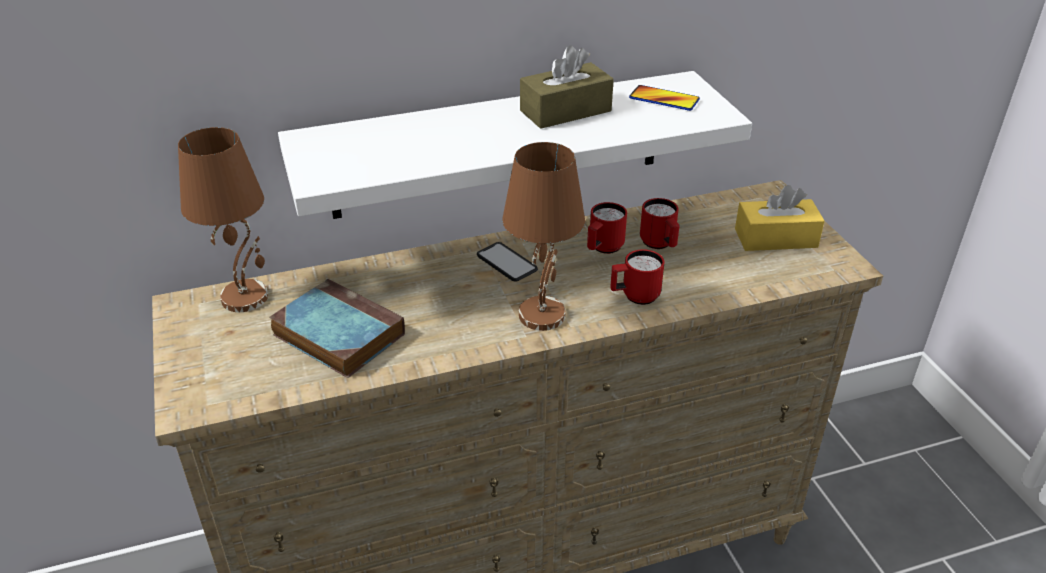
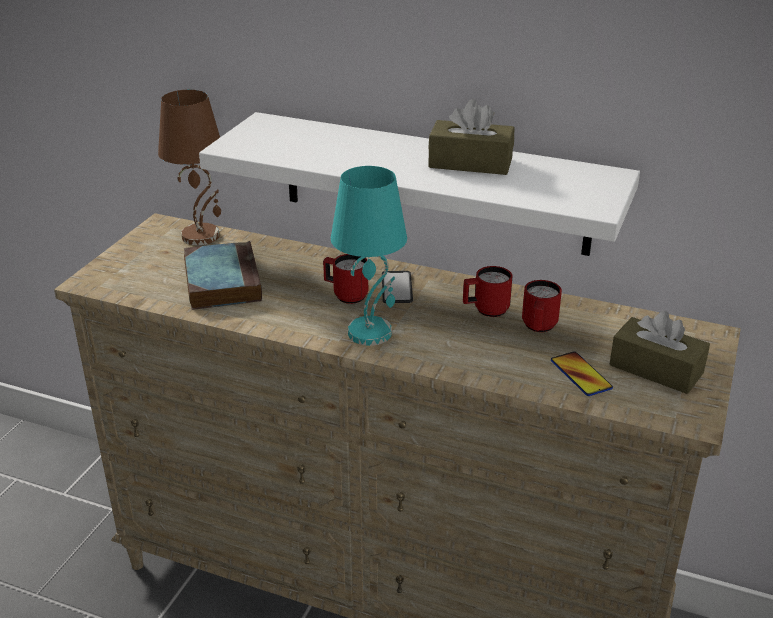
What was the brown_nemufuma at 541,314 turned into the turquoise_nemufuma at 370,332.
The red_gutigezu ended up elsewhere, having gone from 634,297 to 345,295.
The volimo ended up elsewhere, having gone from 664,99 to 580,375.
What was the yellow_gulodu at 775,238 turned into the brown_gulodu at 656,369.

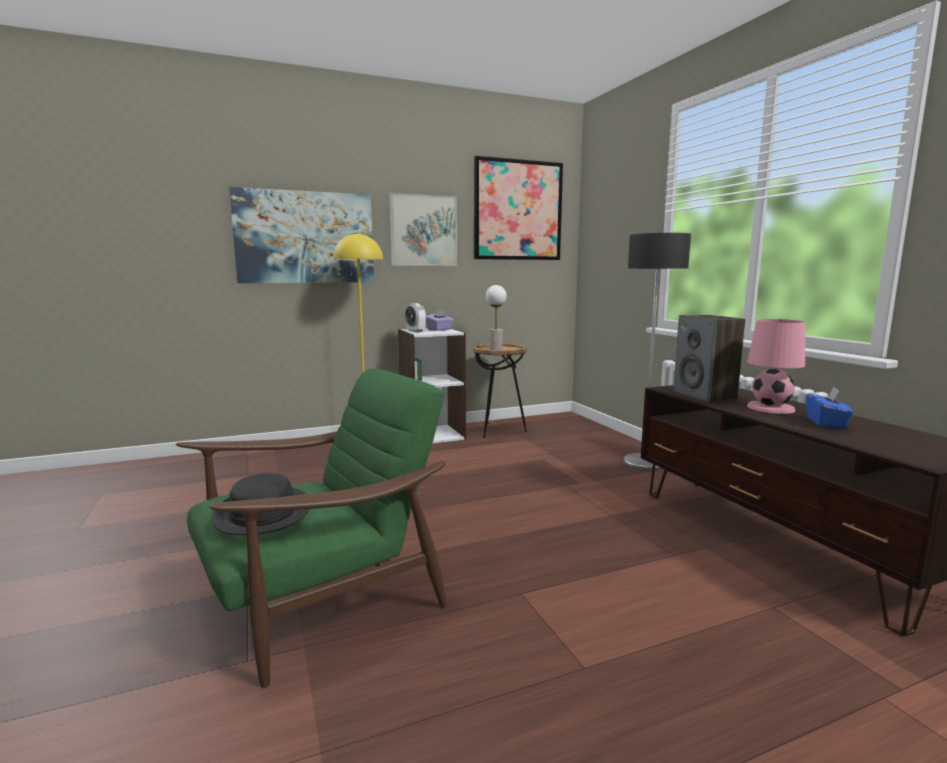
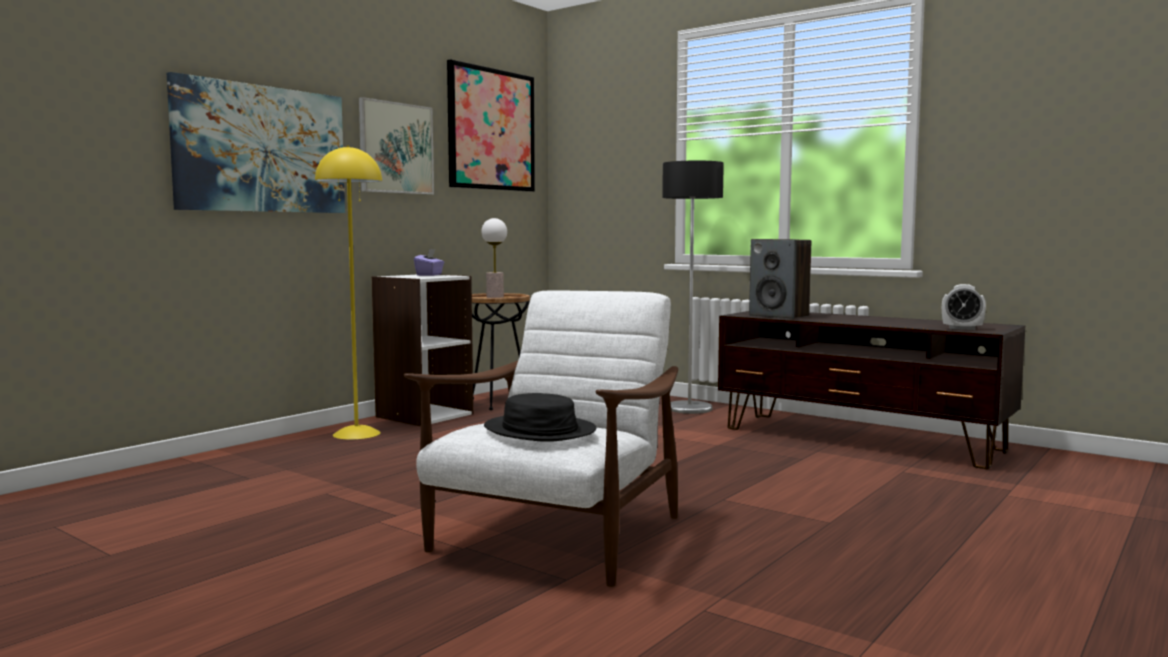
What was the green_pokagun at 321,599 turned into the white_pokagun at 556,537.
The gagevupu ended up elsewhere, having gone from 415,331 to 962,329.
The second view lost the pink_nemufuma at 770,408.
The second view lost the blue_gulodu at 826,423.

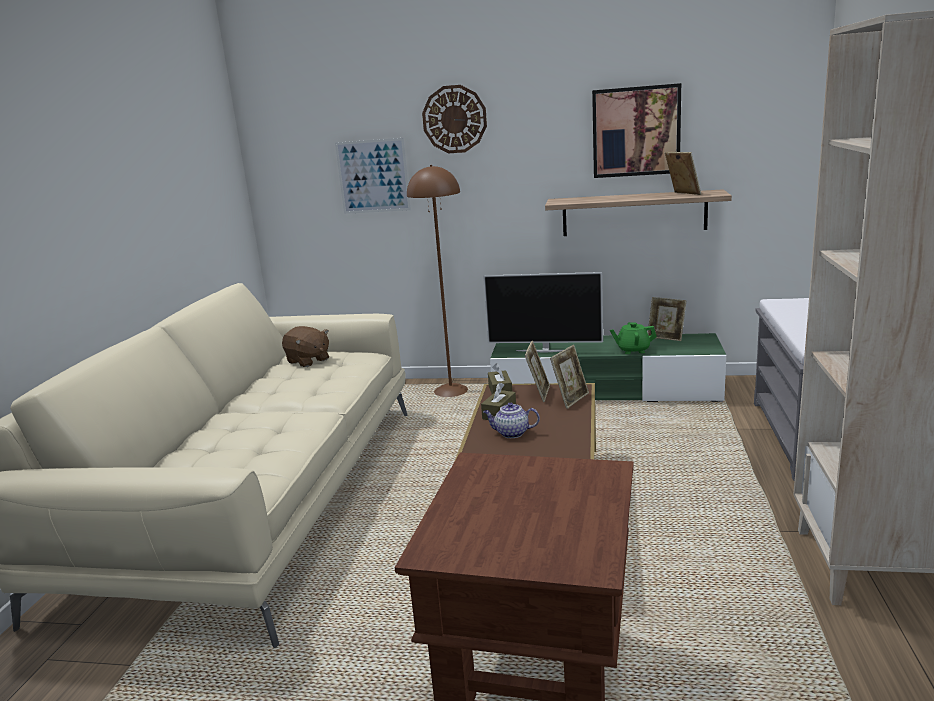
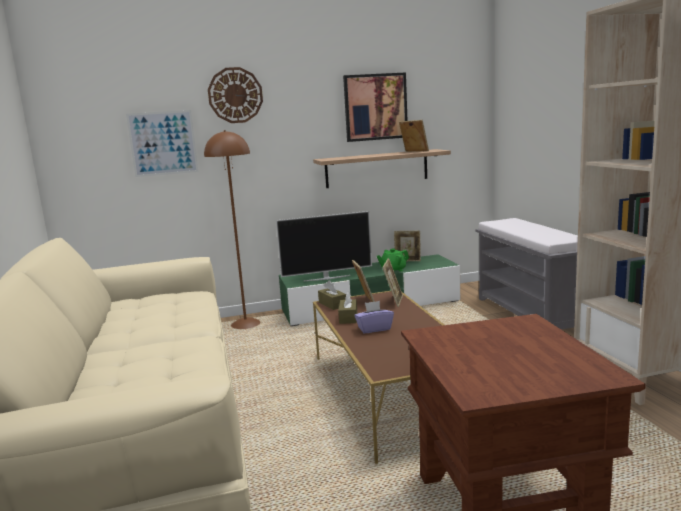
The second view lost the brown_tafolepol at 308,361.
Where the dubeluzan stood at 511,433, the purple_gulodu came to stand at 374,329.

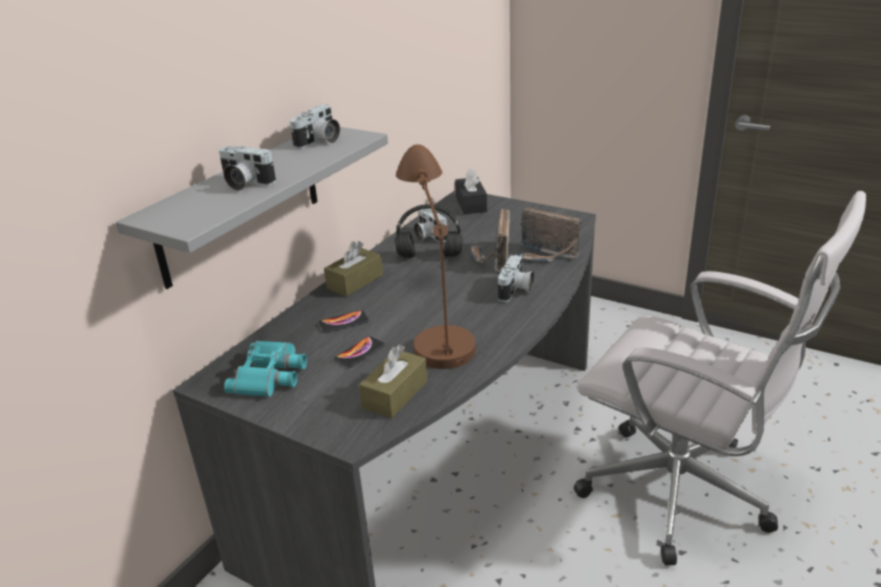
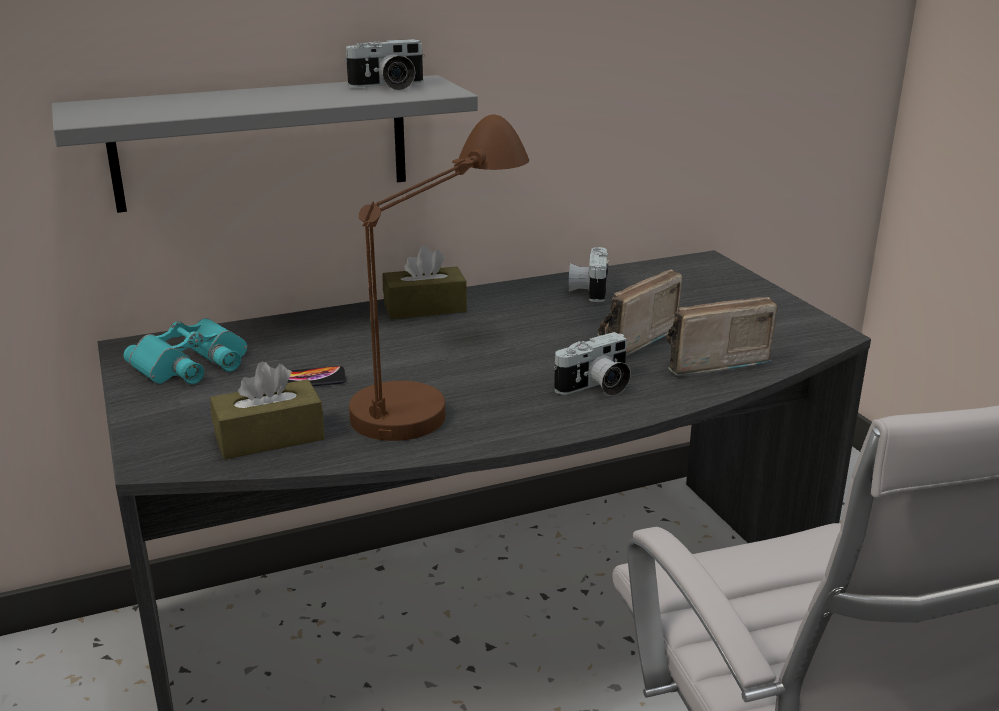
The second view lost the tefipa at 244,183.
The second view lost the volimo at 343,322.
The second view lost the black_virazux at 428,256.
The second view lost the black_gulodu at 471,204.
The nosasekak at 546,255 ended up facing another way, 90 degrees clockwise from before.

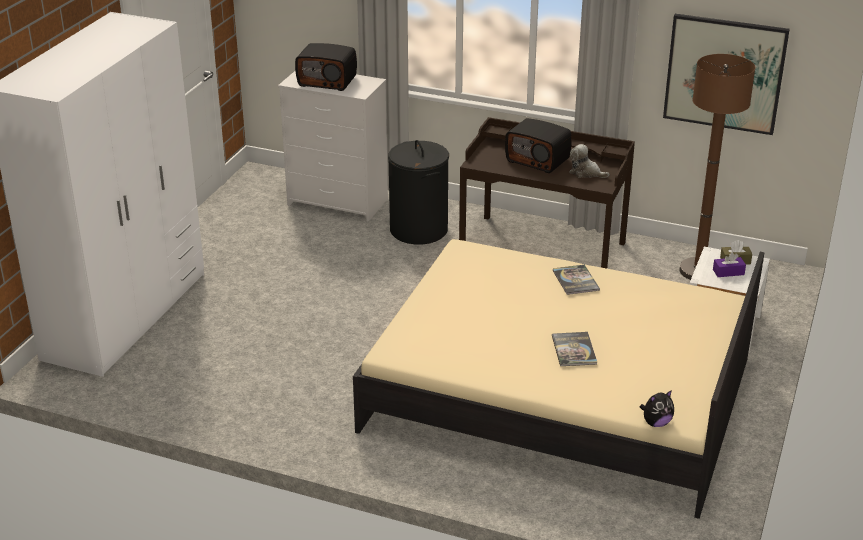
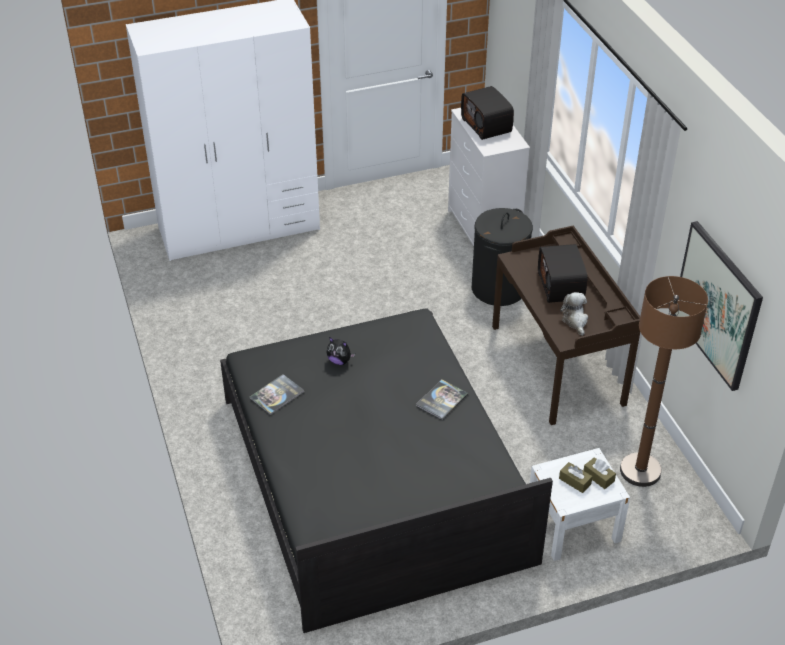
What was the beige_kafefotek at 559,395 turned into the black_kafefotek at 374,478.
The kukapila ended up elsewhere, having gone from 574,350 to 277,395.
The tafolepol ended up elsewhere, having gone from 656,423 to 339,361.
What was the purple_gulodu at 728,272 turned into the brown_gulodu at 575,481.

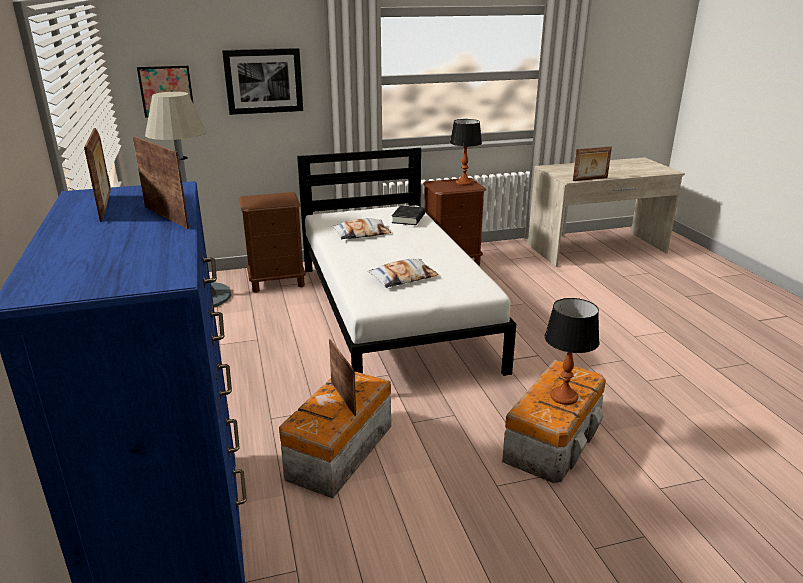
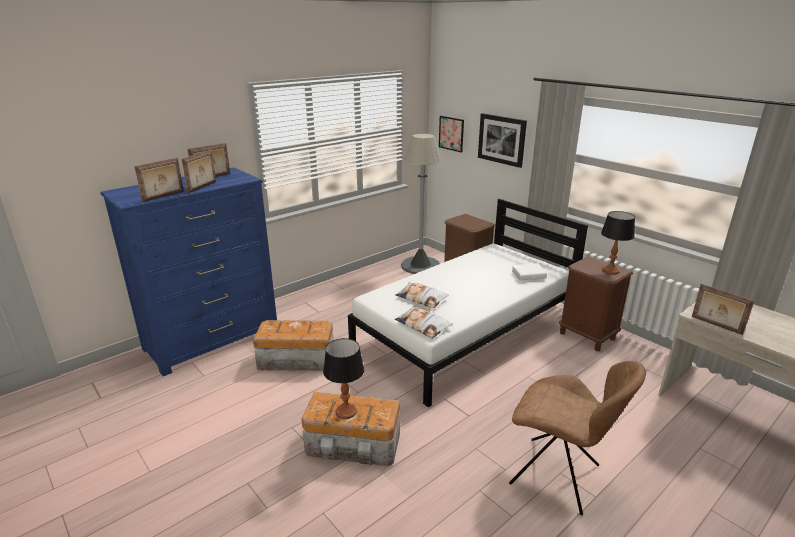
The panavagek ended up elsewhere, having gone from 344,398 to 164,196.
The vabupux ended up elsewhere, having gone from 361,234 to 423,325.
What was the black_kukapila at 408,219 turned into the white_kukapila at 528,275.
The second view gained the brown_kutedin at 558,476.

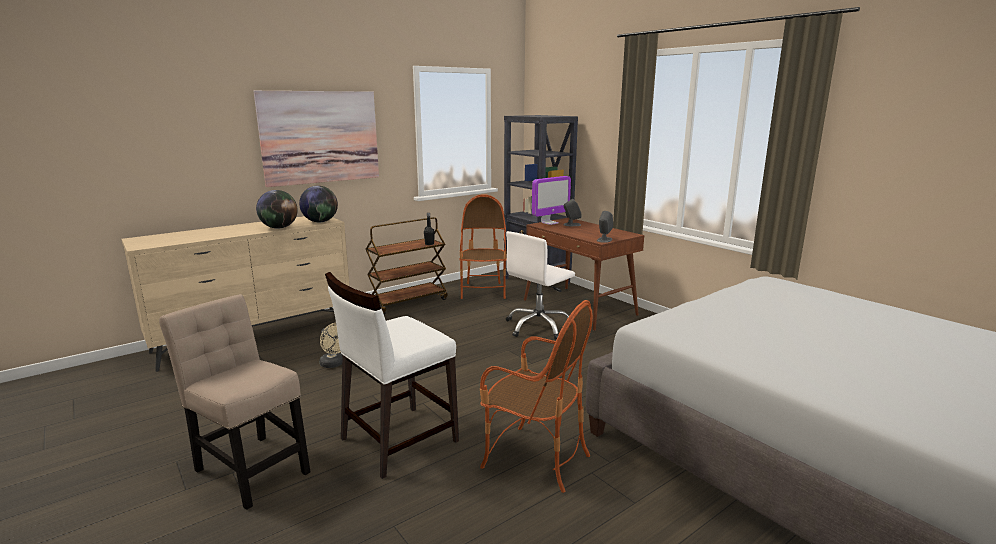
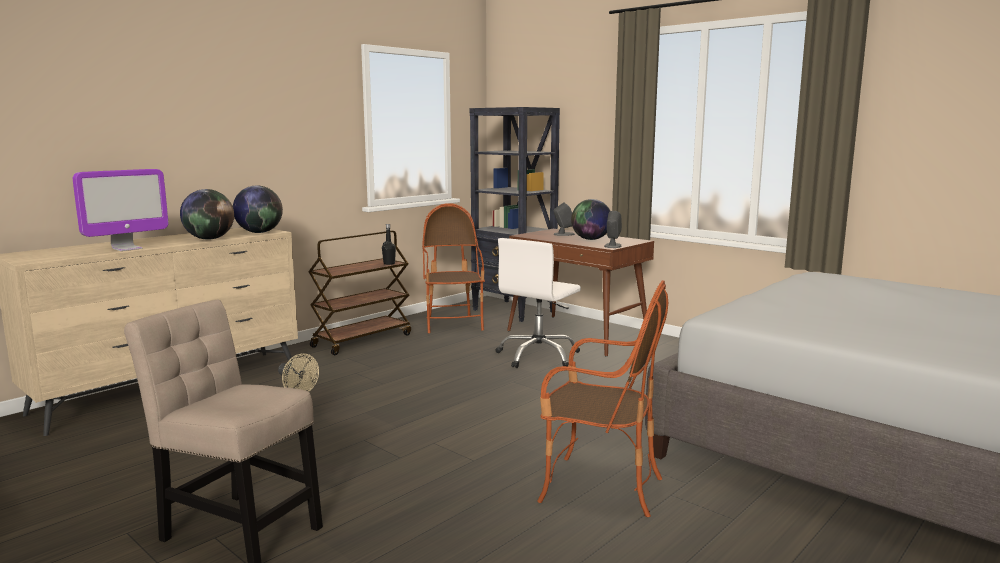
The second view lost the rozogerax at 320,137.
The second view lost the white_kutedin at 397,440.
The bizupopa ended up elsewhere, having gone from 549,223 to 127,248.
The second view gained the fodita at 591,239.

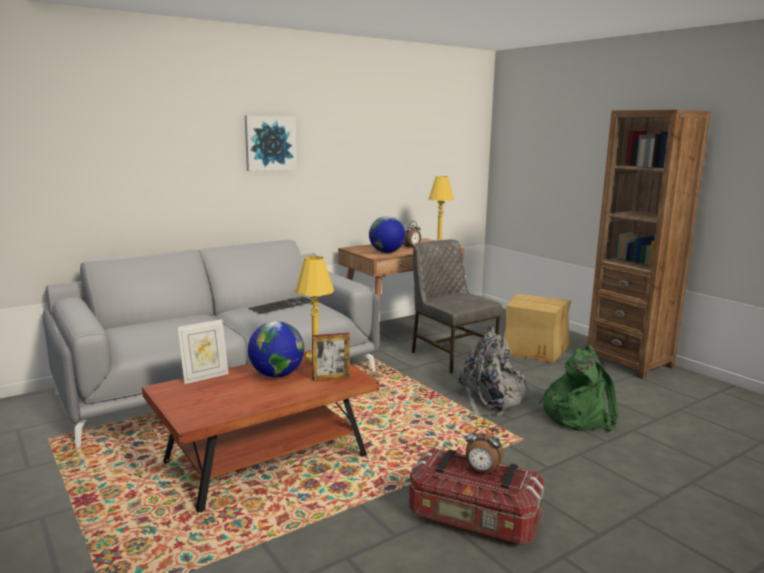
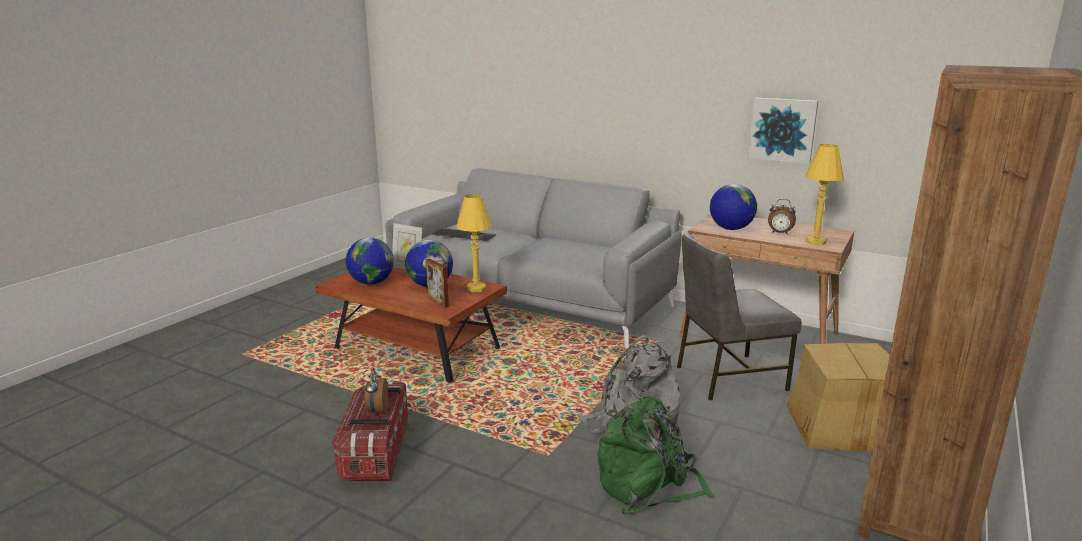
The rozogerax ended up elsewhere, having gone from 270,143 to 782,130.
The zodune ended up elsewhere, having gone from 282,305 to 464,234.
The grey_kutedin at 451,356 ended up facing another way, 135 degrees counterclockwise from before.
The second view gained the fodita at 371,283.

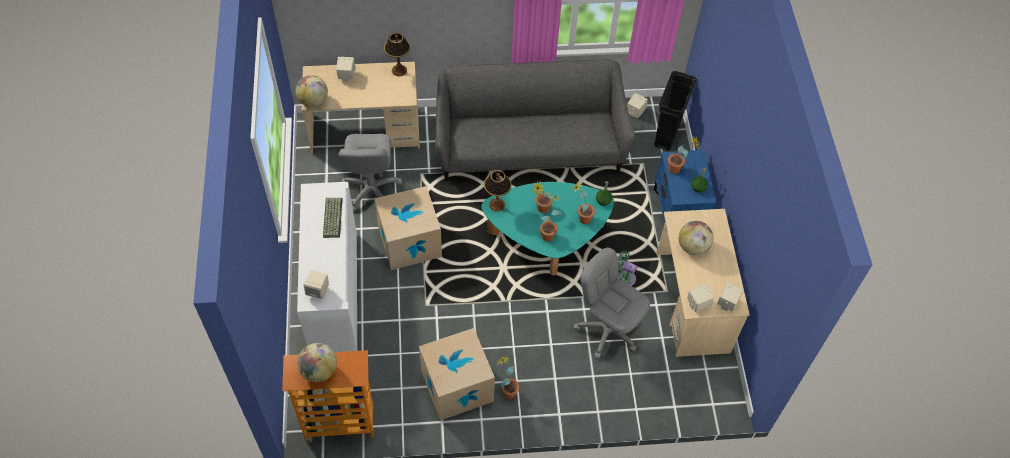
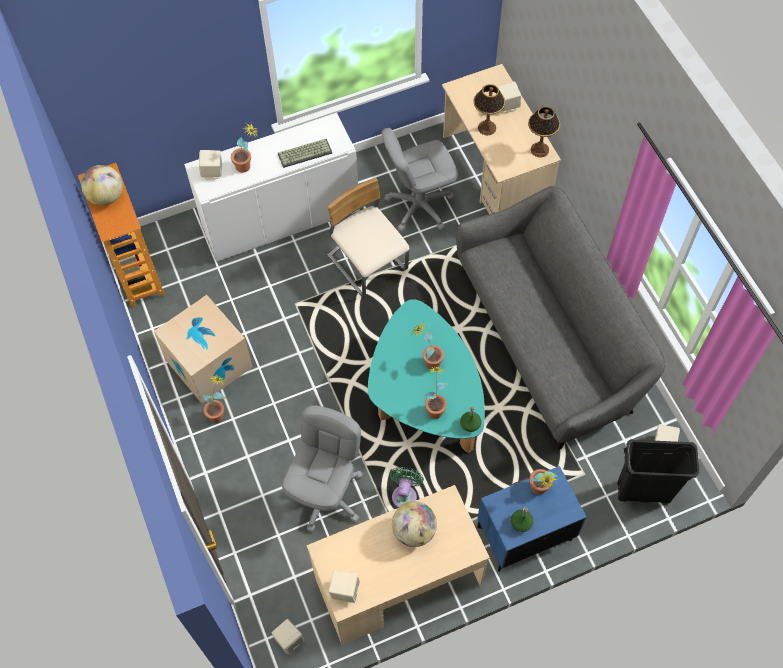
The second view lost the fodita at 313,101.
Where the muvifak stood at 410,242, the beige_kutedin came to stand at 368,263.
The nemufuma ended up elsewhere, having gone from 497,205 to 486,128.
The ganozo ended up elsewhere, having gone from 549,232 to 247,166.
The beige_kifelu ended up elsewhere, having gone from 697,304 to 289,640.

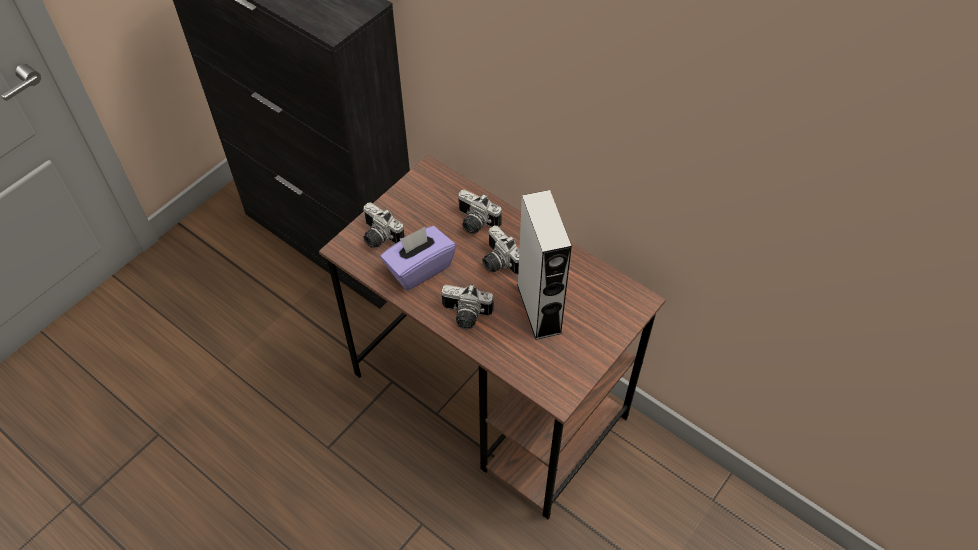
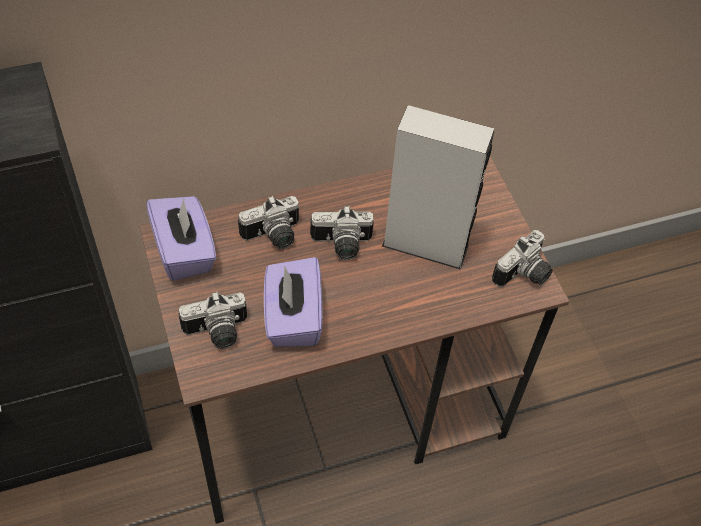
The tefipa ended up elsewhere, having gone from 465,316 to 524,275.
The second view gained the purple_gulodu at 185,252.

